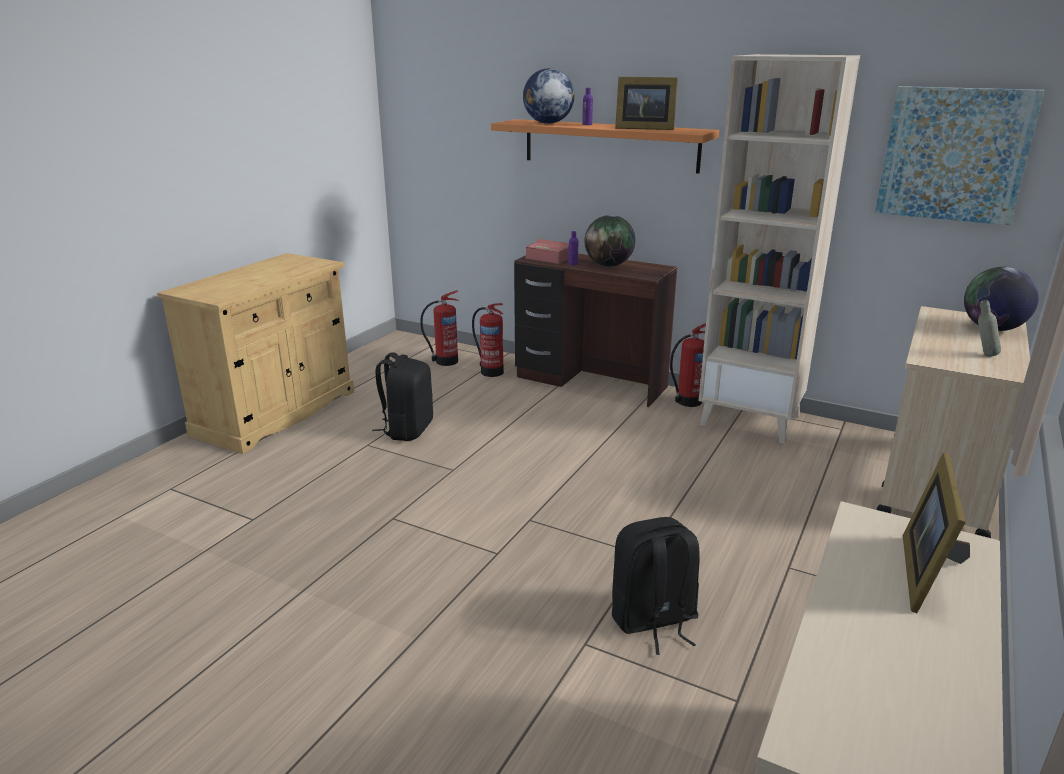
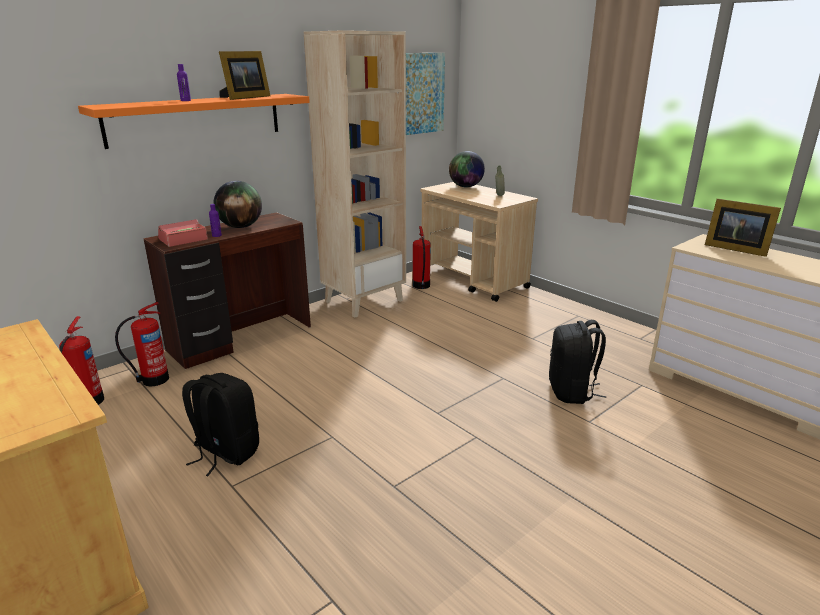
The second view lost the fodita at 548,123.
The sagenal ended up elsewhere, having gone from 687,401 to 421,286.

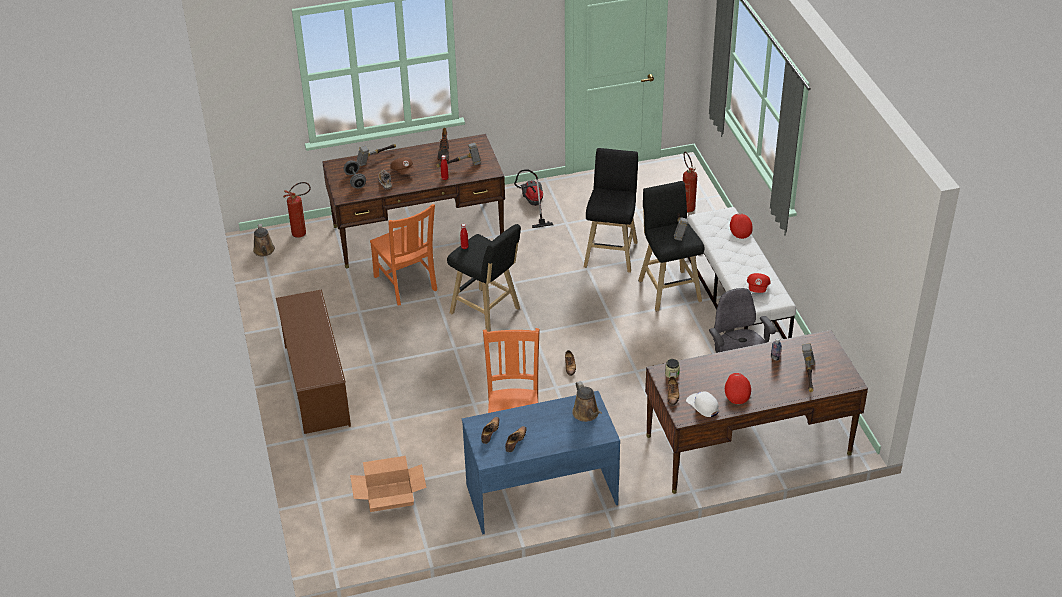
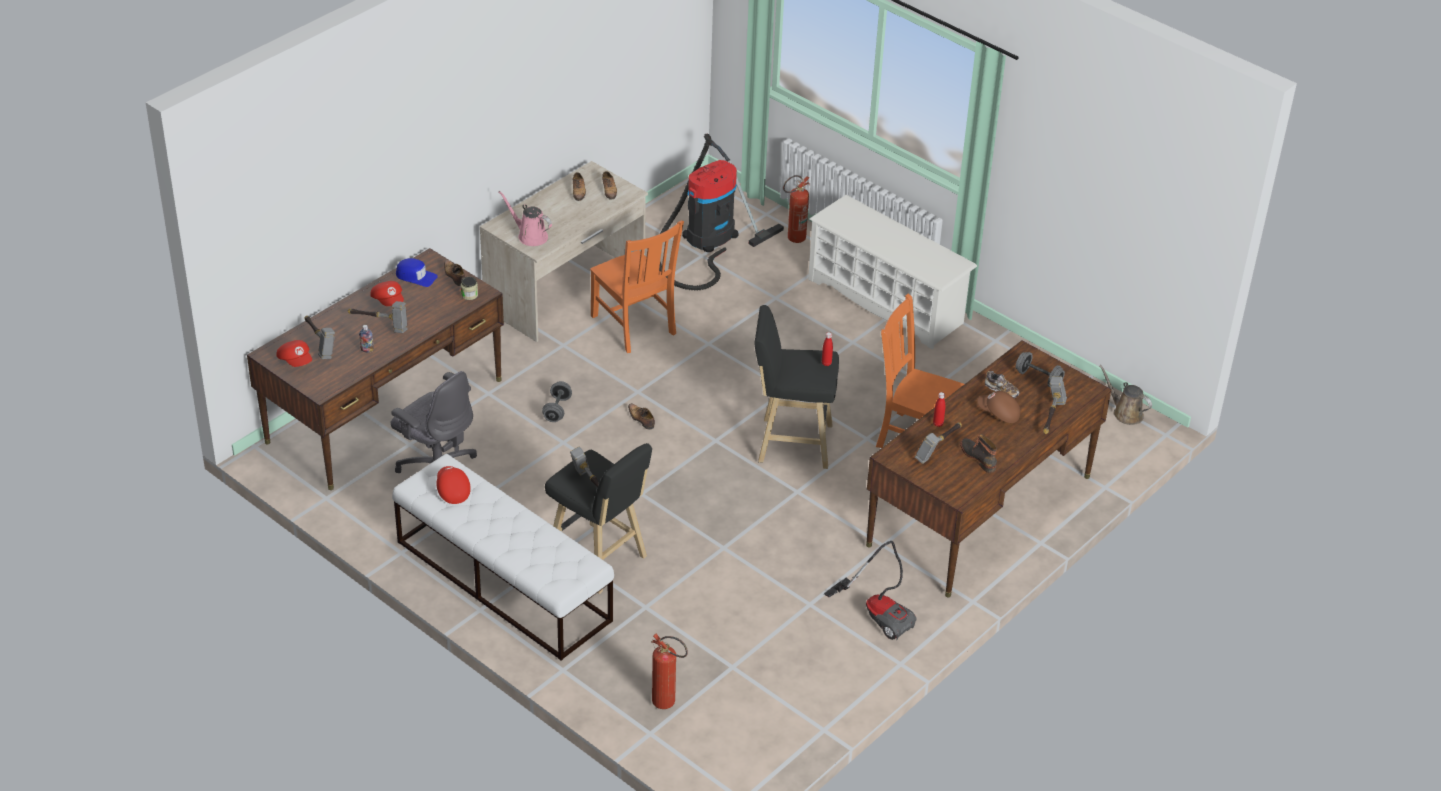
What was the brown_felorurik at 316,384 turned into the white_felorurik at 886,301.
The sagenal ended up elsewhere, having gone from 302,233 to 793,239.
Where the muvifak stood at 389,496, the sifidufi came to stand at 706,239.
What was the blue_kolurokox at 541,493 turned into the beige_kolurokox at 566,291.
What was the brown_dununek at 587,414 turned into the pink_dununek at 530,236.
The second view lost the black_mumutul at 611,253.
What was the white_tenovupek at 703,405 turned into the blue_tenovupek at 416,276.
The red_tenovupek ended up elsewhere, having gone from 739,230 to 296,360.
The second view gained the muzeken at 380,325.
The second view gained the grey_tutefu at 557,410.

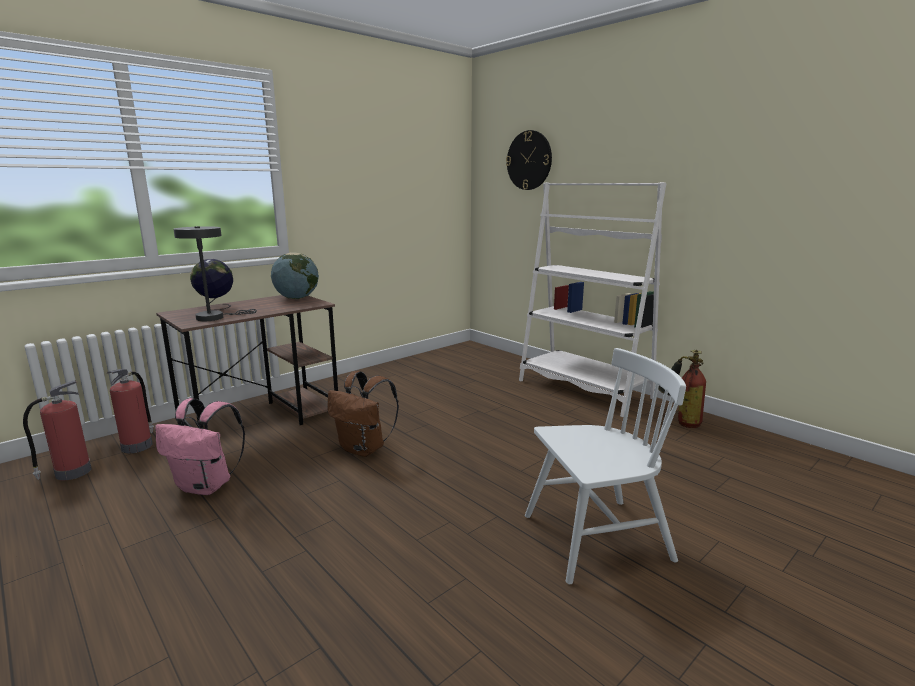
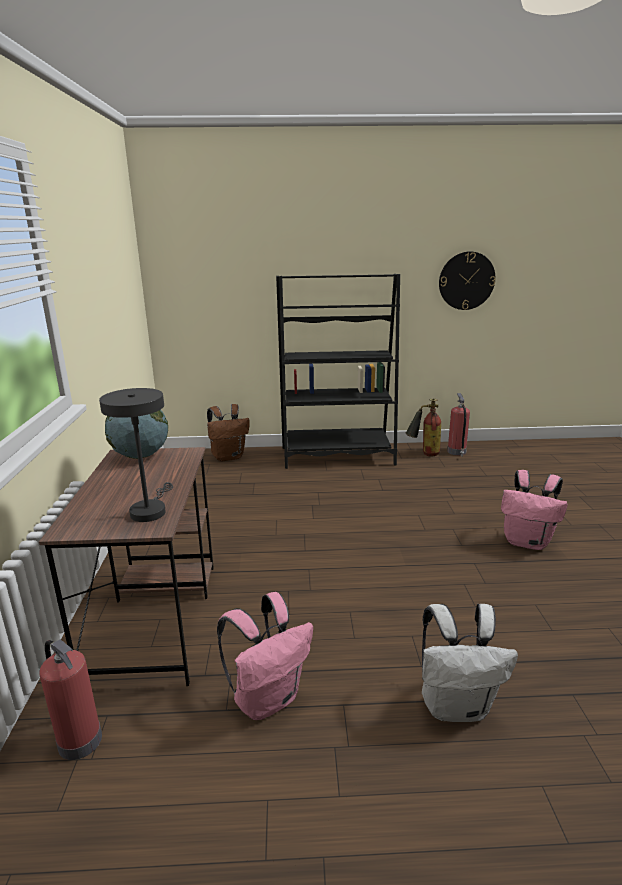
The sagenal ended up elsewhere, having gone from 71,473 to 457,452.
The second view lost the fodita at 216,308.
The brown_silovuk ended up elsewhere, having gone from 364,449 to 229,457.
The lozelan ended up elsewhere, having gone from 529,160 to 466,281.
What was the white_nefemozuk at 583,389 turned into the black_nefemozuk at 337,456.
Where the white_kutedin stood at 596,538, the pink_silovuk came to stand at 527,542.
The second view gained the white_silovuk at 456,705.

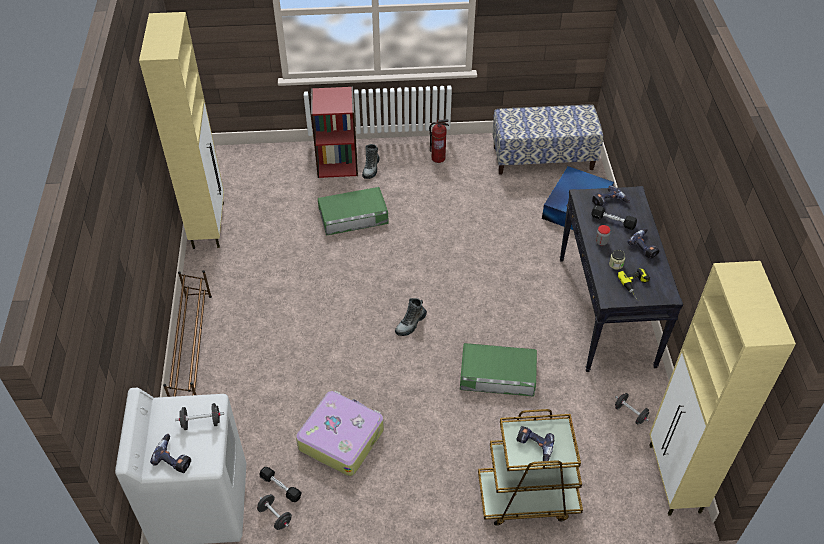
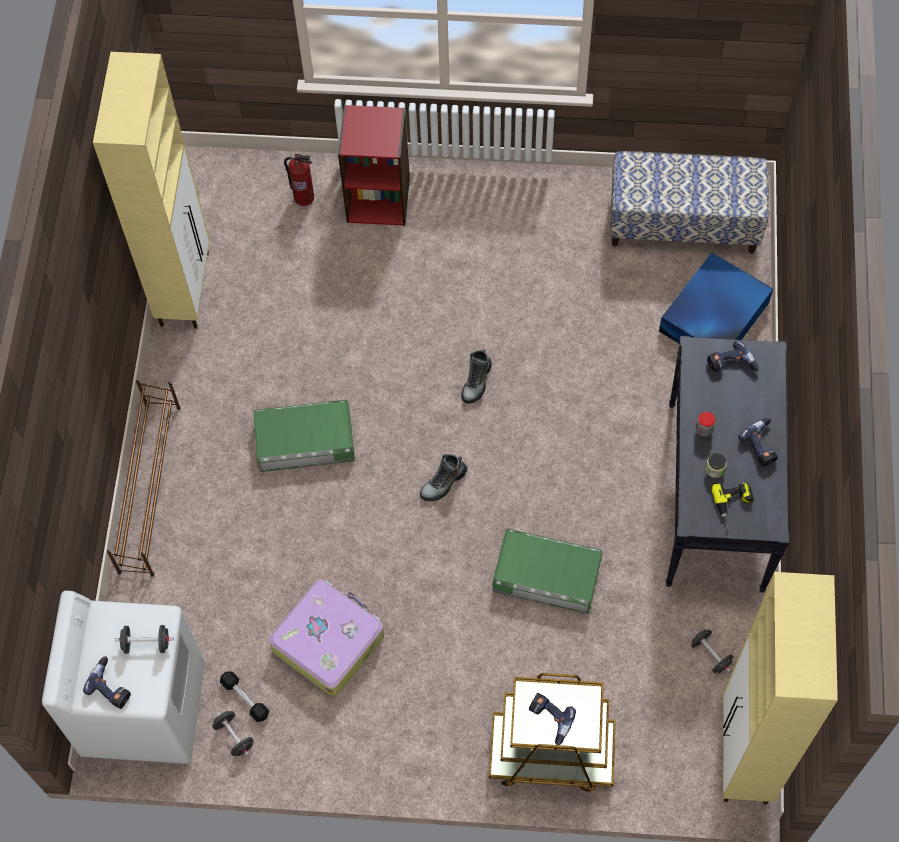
The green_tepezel ended up elsewhere, having gone from 353,216 to 305,440.
The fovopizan ended up elsewhere, having gone from 371,168 to 476,382.
The sagenal ended up elsewhere, having gone from 438,158 to 304,197.
The second view lost the black_tutefu at 613,221.

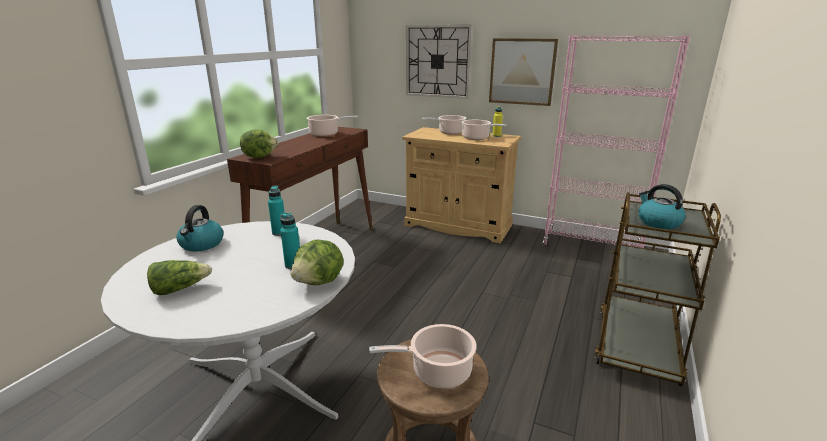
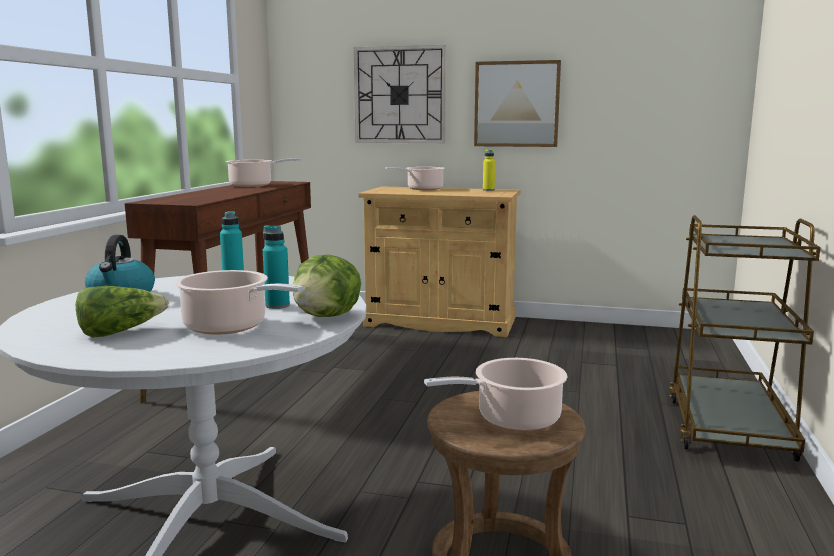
The second view lost the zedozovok at 259,157.
The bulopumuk ended up elsewhere, having gone from 477,138 to 229,326.
The second view lost the pink_nefemozuk at 591,246.
The second view lost the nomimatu at 658,222.

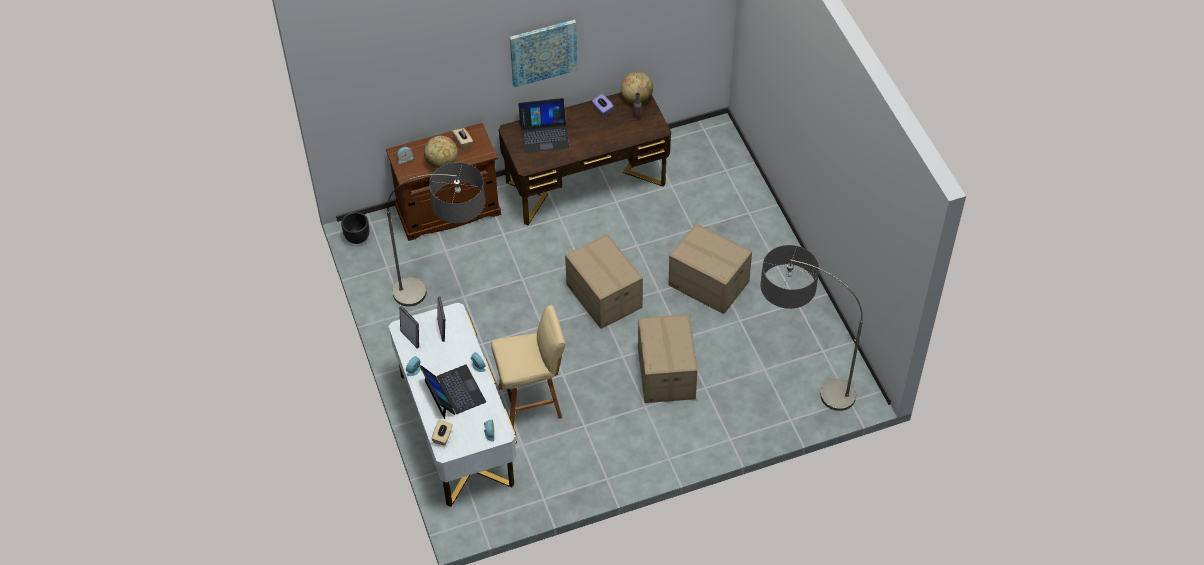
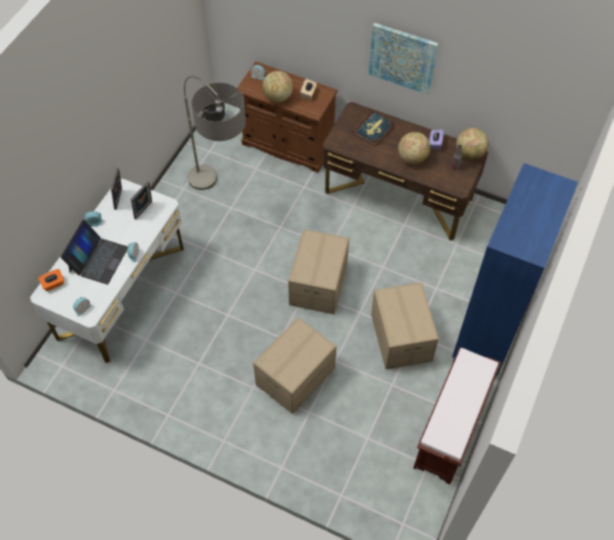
What was the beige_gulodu at 443,437 turned into the orange_gulodu at 53,284.
The second view lost the beige_mumutul at 532,402.
Where the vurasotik stood at 544,134, the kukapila came to stand at 373,130.
The second view lost the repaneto at 796,385.
The second view gained the fodita at 412,158.
The second view gained the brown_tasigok at 450,431.
The second view gained the blue_nefemozuk at 487,334.

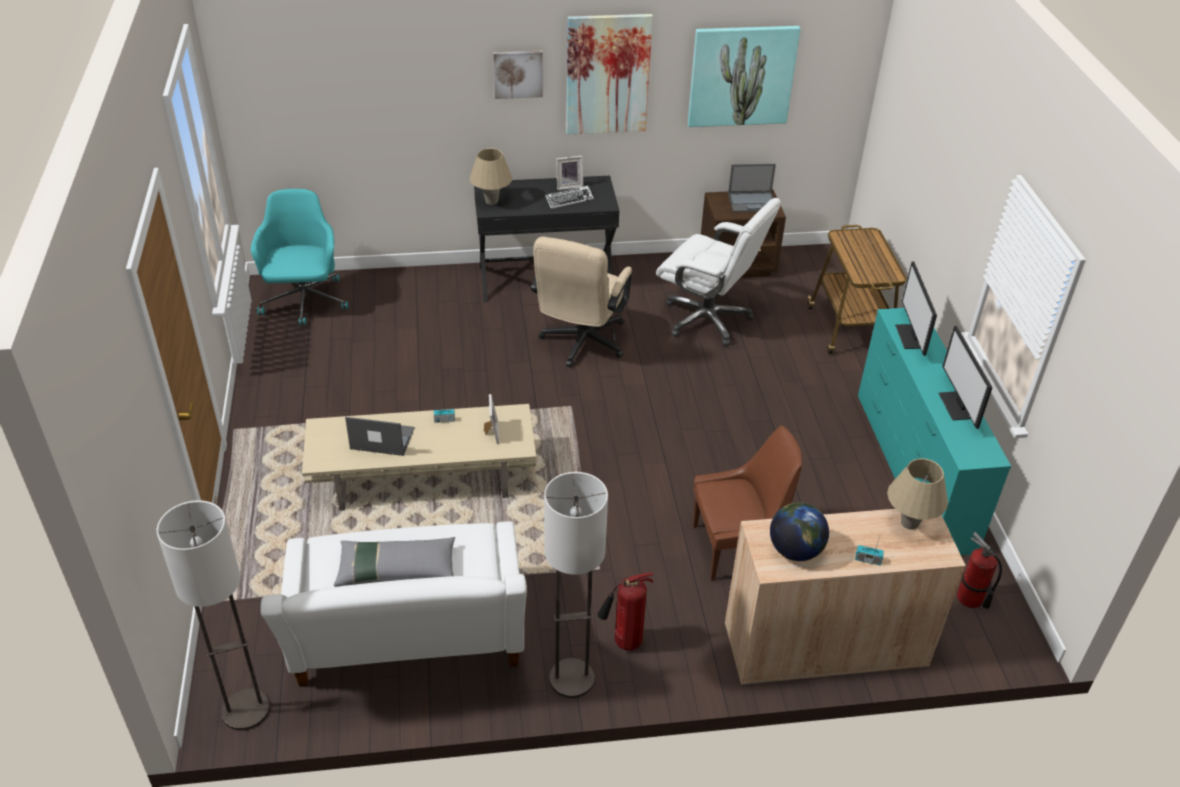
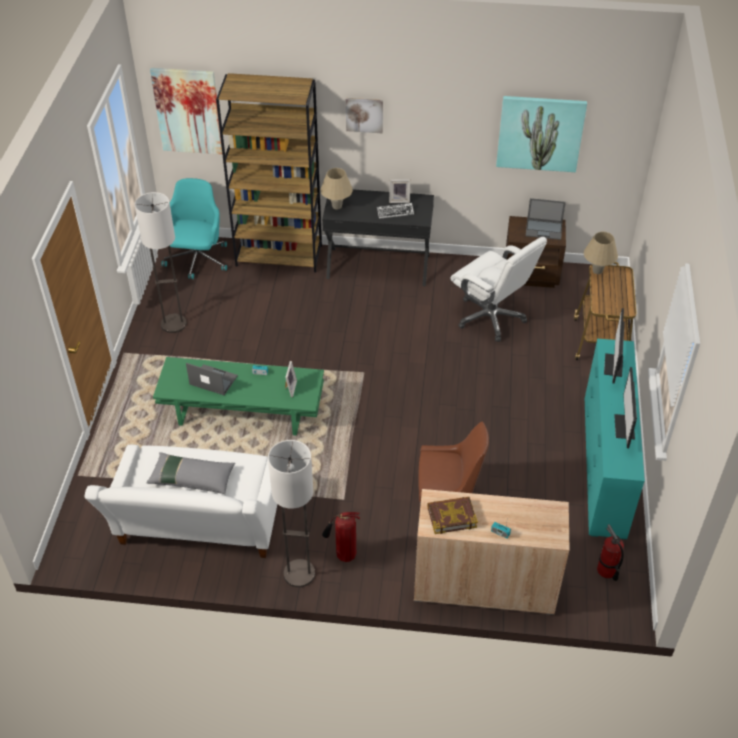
The repaneto ended up elsewhere, having gone from 246,710 to 174,324.
What was the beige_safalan at 422,477 turned into the green_safalan at 242,410.
The second view lost the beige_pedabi at 581,345.
The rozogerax ended up elsewhere, having gone from 607,74 to 188,111.
Where the fodita stood at 795,550, the kukapila came to stand at 451,516.
The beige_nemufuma ended up elsewhere, having gone from 909,523 to 597,271.
The second view gained the brown_nefemozuk at 279,255.

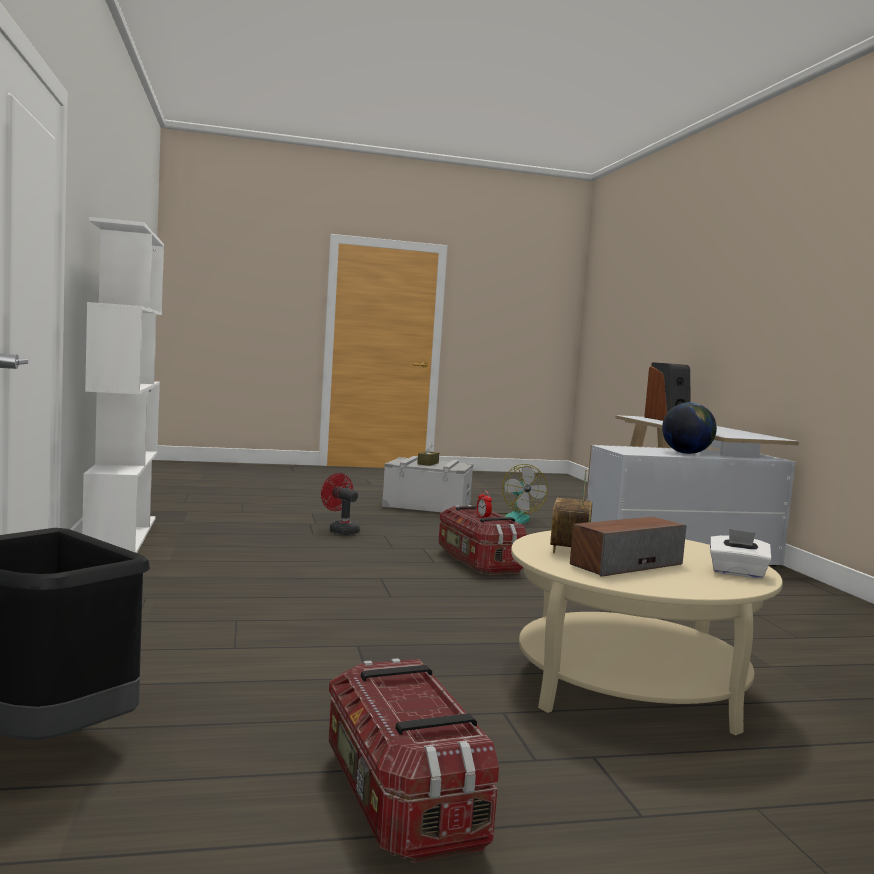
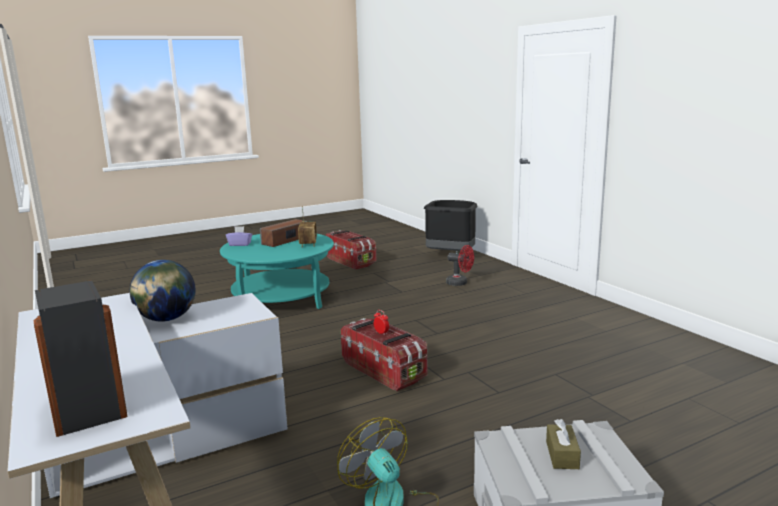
The second view lost the white_nefemozuk at 121,536.
The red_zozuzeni ended up elsewhere, having gone from 340,530 to 460,283.
What was the beige_safalan at 629,684 turned into the turquoise_safalan at 281,298.
What was the white_gulodu at 737,573 turned into the purple_gulodu at 240,244.

